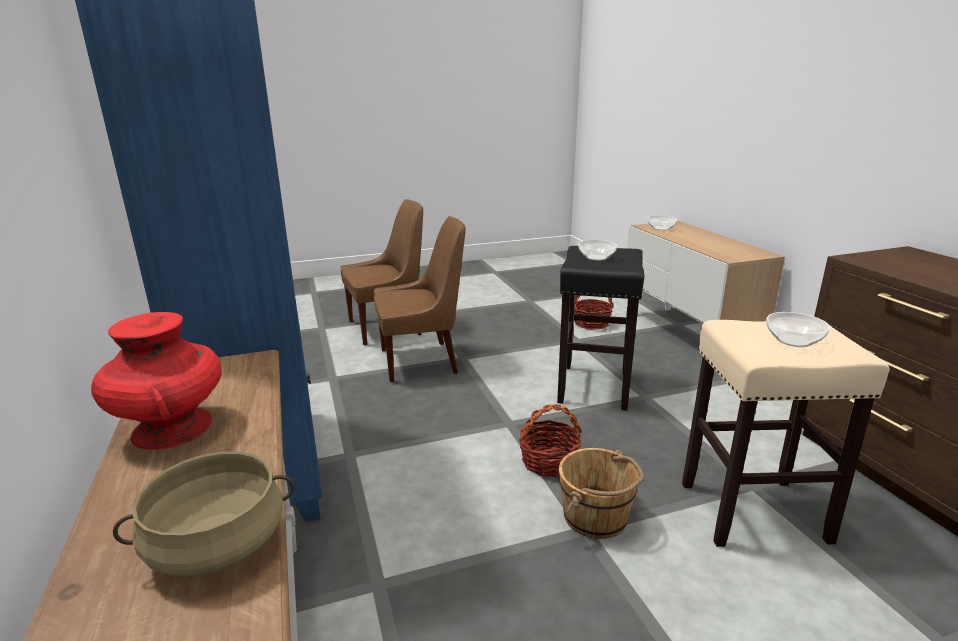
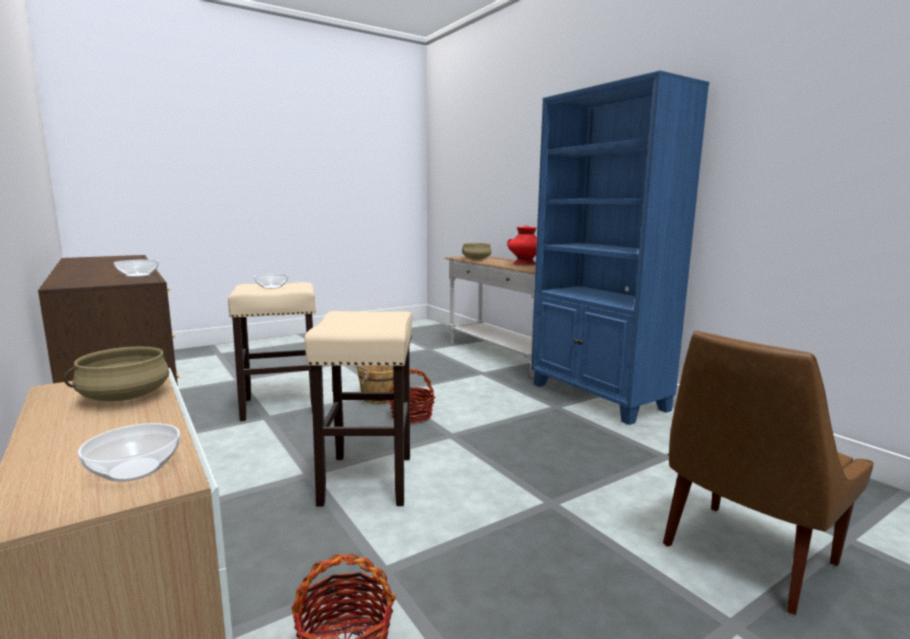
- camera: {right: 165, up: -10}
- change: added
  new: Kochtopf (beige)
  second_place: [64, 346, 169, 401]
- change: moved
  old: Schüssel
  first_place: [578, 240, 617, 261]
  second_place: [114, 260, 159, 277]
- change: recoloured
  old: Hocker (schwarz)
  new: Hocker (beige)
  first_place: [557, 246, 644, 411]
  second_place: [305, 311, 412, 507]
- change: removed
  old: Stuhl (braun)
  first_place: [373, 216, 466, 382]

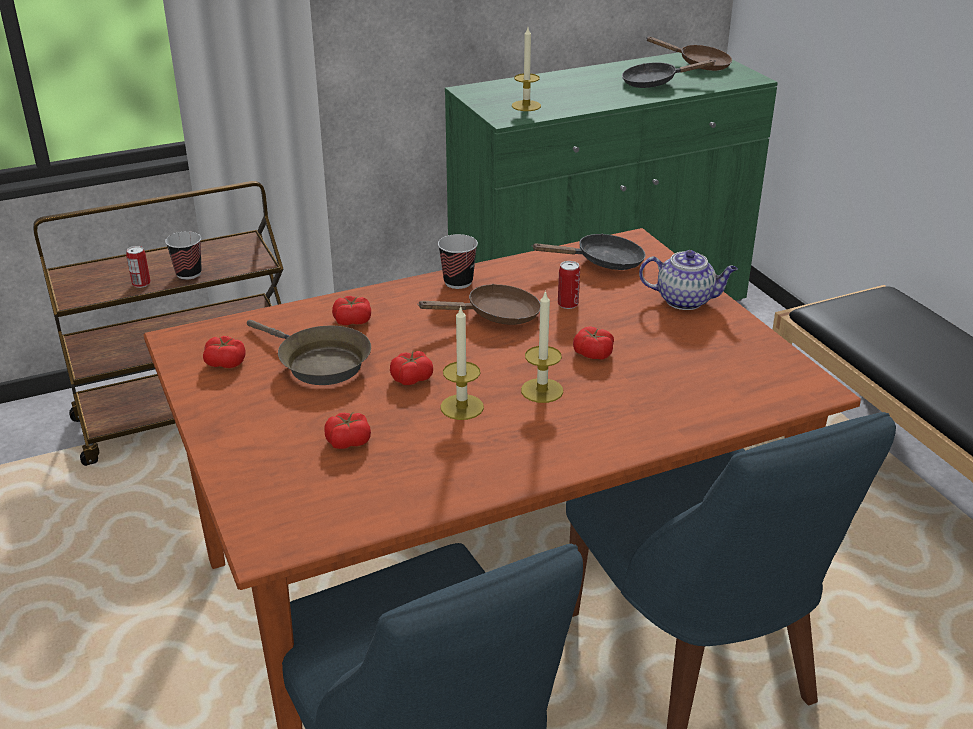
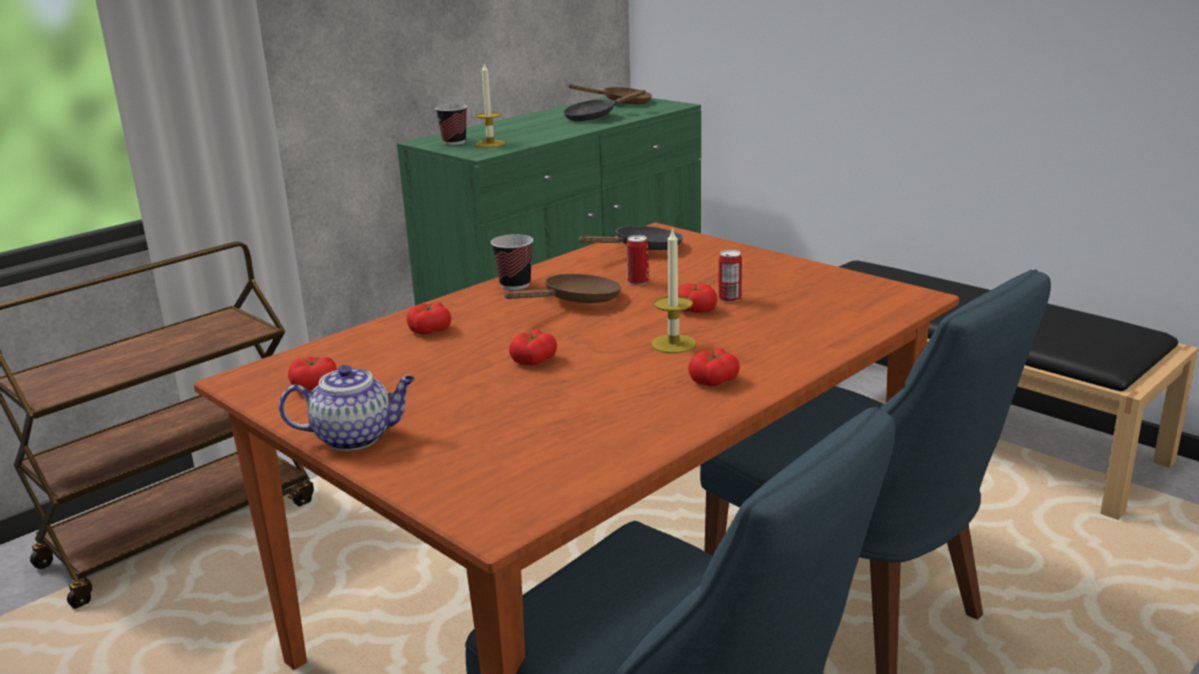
- camera: {right: -20, up: -10}
- change: moved
  old: Teekanne
  first_place: [639, 250, 738, 310]
  second_place: [279, 365, 415, 451]
- change: moved
  old: Tasse
  first_place: [165, 231, 202, 280]
  second_place: [435, 104, 467, 145]
- change: moved
  old: Tomate
  first_place: [324, 413, 371, 449]
  second_place: [688, 348, 740, 386]
- change: moved
  old: Dose
  first_place: [126, 246, 151, 288]
  second_place: [718, 250, 742, 302]
- change: removed
  old: Pfanne (braun)
  first_place: [247, 320, 371, 385]
- change: removed
  old: Kerze
  first_place: [440, 305, 484, 420]

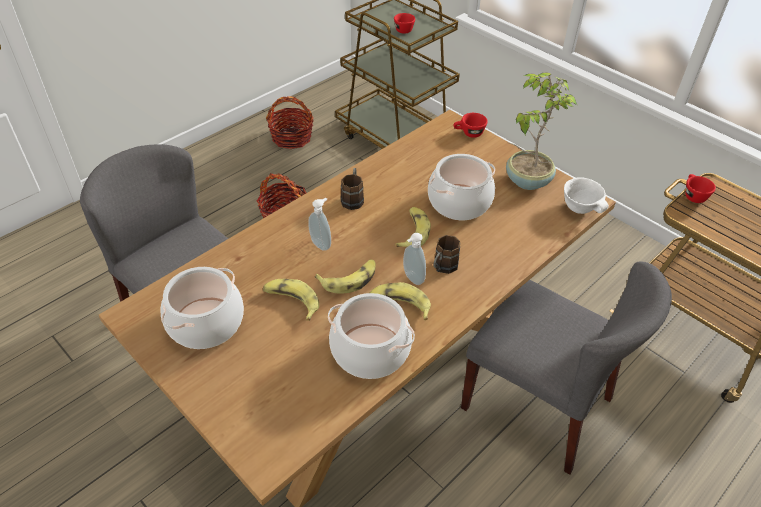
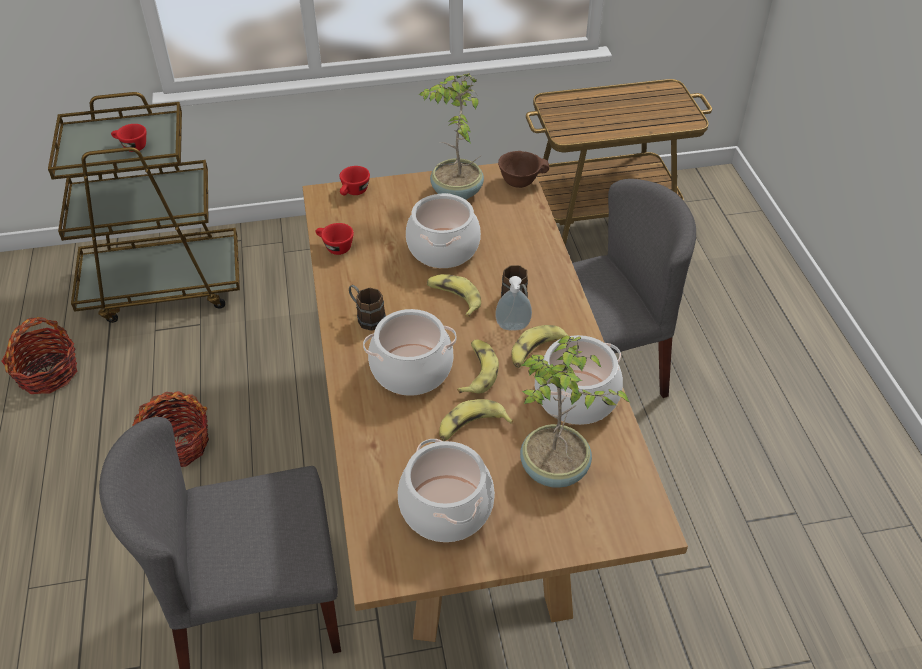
- camera: {right: -55, up: 0}
- change: moved
  old: Tasse (rot)
  first_place: [685, 174, 716, 203]
  second_place: [316, 223, 354, 255]
- change: replaced
  old: Seifenspender
  new: Kochtopf
  first_place: [308, 198, 331, 251]
  second_place: [363, 309, 457, 396]
- change: recoloured
  old: Schüssel (weiß)
  new: Schüssel (braun)
  first_place: [564, 177, 609, 214]
  second_place: [498, 151, 549, 188]
- change: added
  new: Topfpflanze
  second_place: [520, 335, 629, 488]

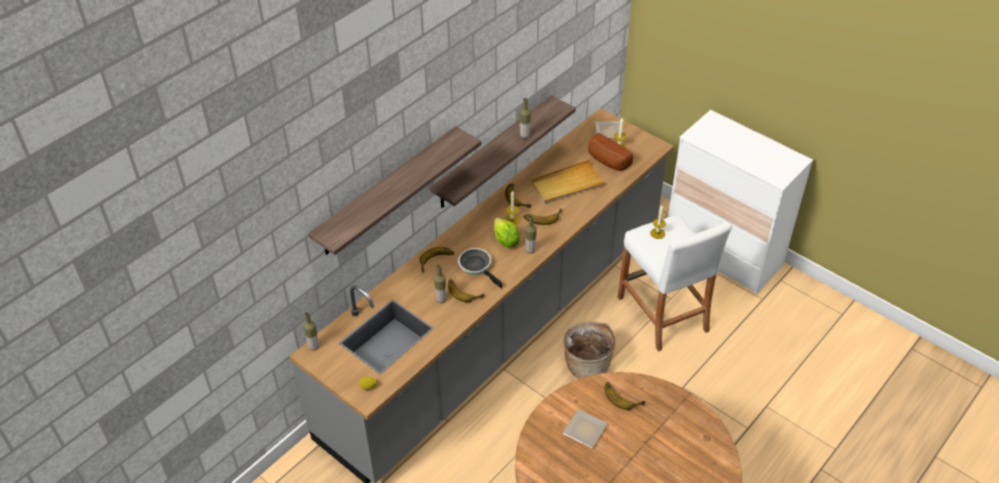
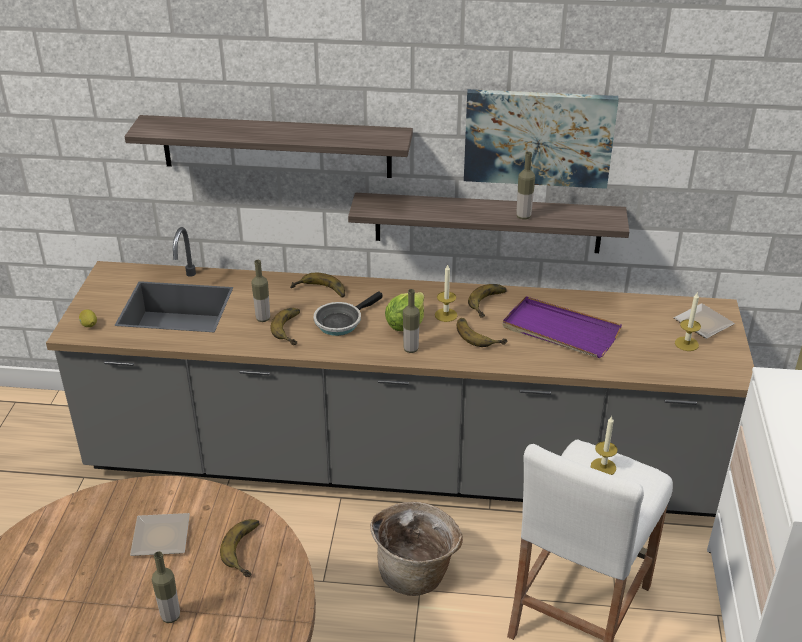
- camera: {right: 55, up: -10}
- change: moved
  old: Flasche
  first_place: [303, 312, 319, 350]
  second_place: [152, 551, 180, 623]
- change: turned
  old: Pfanne
  first_place: [458, 248, 502, 288]
  second_place: [314, 291, 382, 336]
  degrees: -150
- change: added
  new: Bild
  second_place: [464, 89, 619, 189]
- change: recoloured
  old: Tablett (beige)
  new: Tablett (lila)
  first_place: [531, 160, 607, 204]
  second_place: [503, 296, 622, 358]
- change: removed
  old: Brot
  first_place: [588, 133, 633, 171]

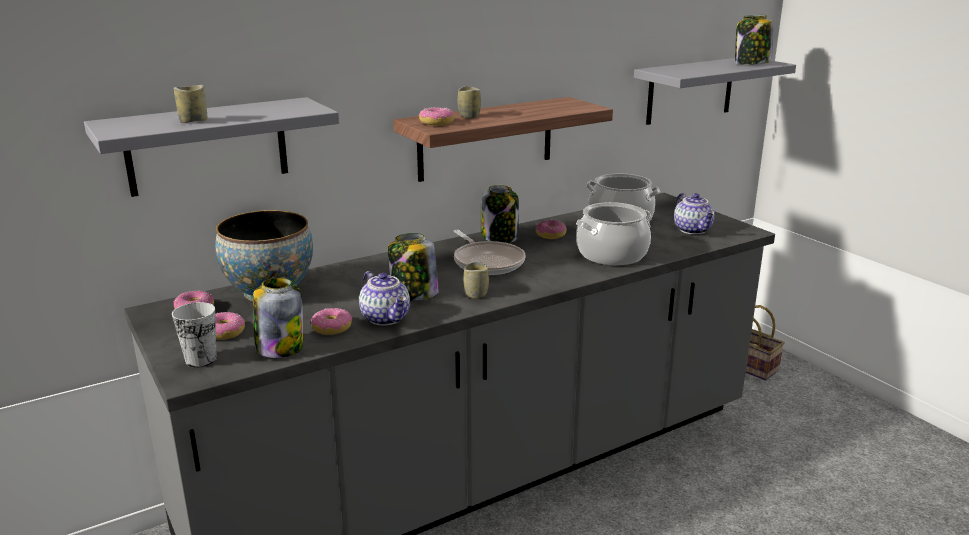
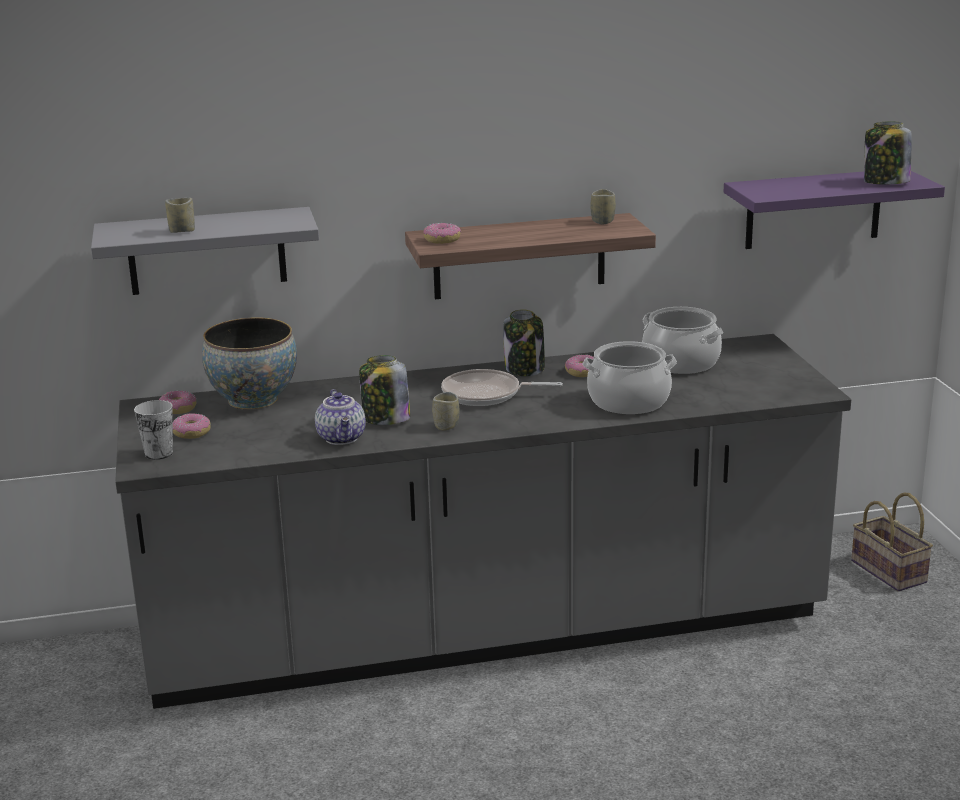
- camera: {right: 20, up: 0}
- change: turned
  old: Pfanne
  first_place: [454, 230, 525, 275]
  second_place: [441, 369, 563, 406]
  degrees: 105
- change: moved
  old: Tasse
  first_place: [458, 86, 481, 118]
  second_place: [590, 189, 616, 224]
- change: recoloured
  old: Wandregal (grau)
  new: Wandregal (lila)
  first_place: [634, 58, 796, 125]
  second_place: [724, 171, 945, 249]
- change: removed
  old: Vorratsglas
  first_place: [253, 277, 303, 358]
- change: removed
  old: Donut
  first_place: [311, 308, 352, 335]
- change: removed
  old: Teekanne
  first_place: [674, 193, 715, 235]

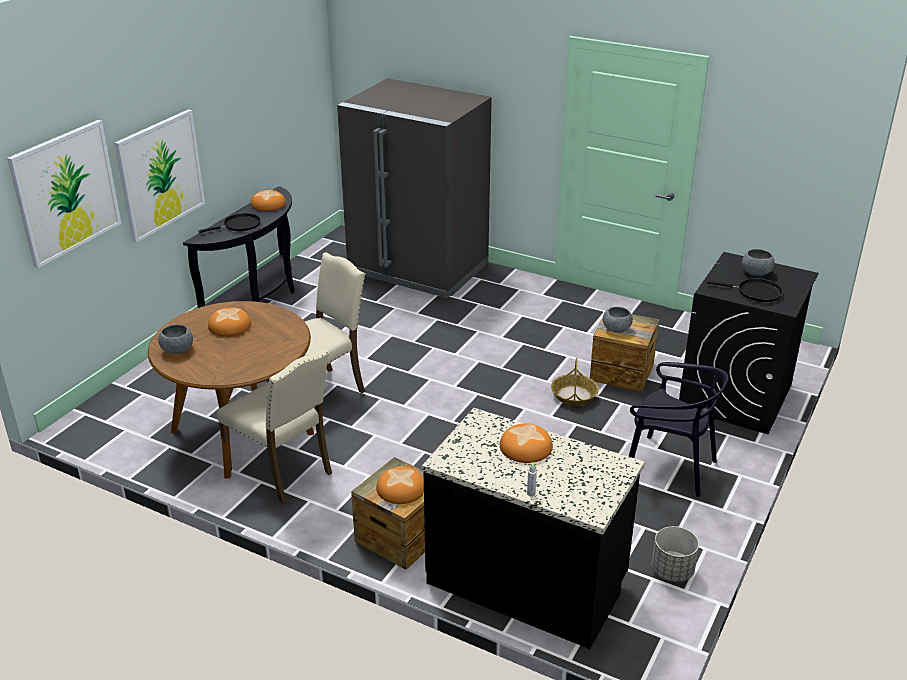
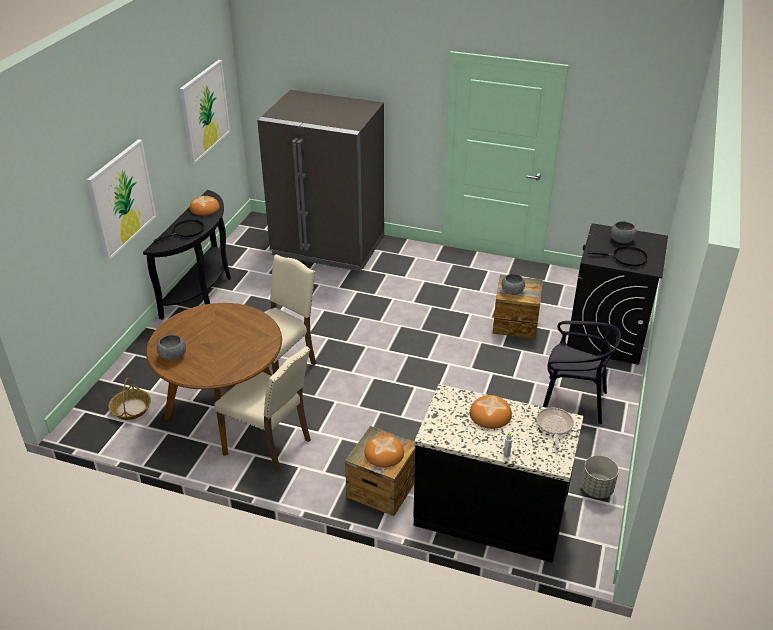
- camera: {right: -10, up: 5}
- change: moved
  old: Korb
  first_place: [551, 358, 599, 406]
  second_place: [109, 378, 151, 420]
- change: moved
  old: Bild
  first_place: [7, 120, 121, 268]
  second_place: [180, 60, 230, 164]
- change: added
  new: Pfanne
  second_place: [536, 408, 574, 448]
- change: removed
  old: Brot
  first_place: [208, 307, 251, 337]

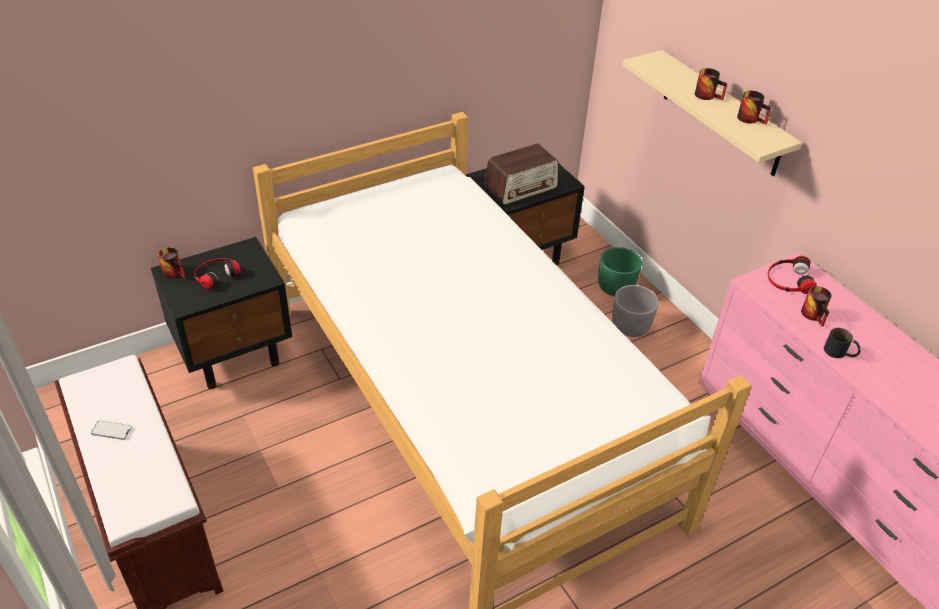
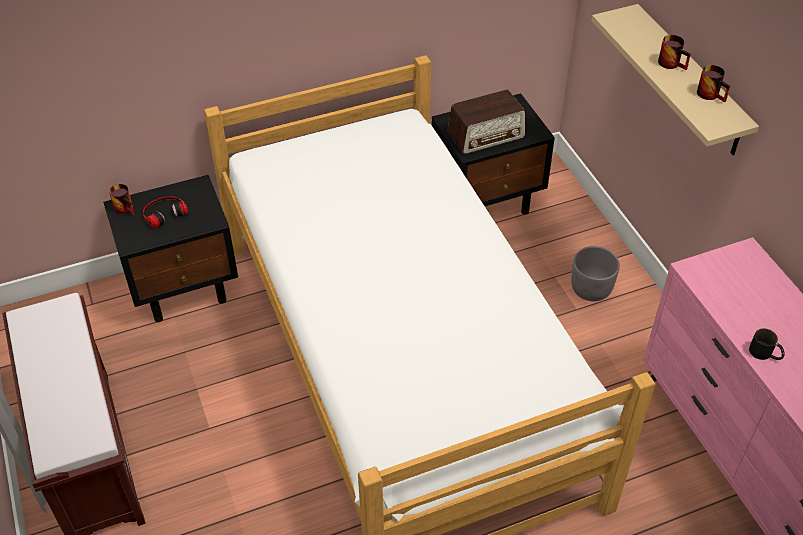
- camera: {right: 10, up: 5}
- change: removed
  old: Handy
  first_place: [91, 420, 132, 440]
- change: removed
  old: Pflanzkübel (grün)
  first_place: [598, 247, 642, 296]
- change: removed
  old: Kopfhörer
  first_place: [768, 256, 817, 294]
- change: removed
  old: Henkelbecher
  first_place: [801, 286, 832, 327]

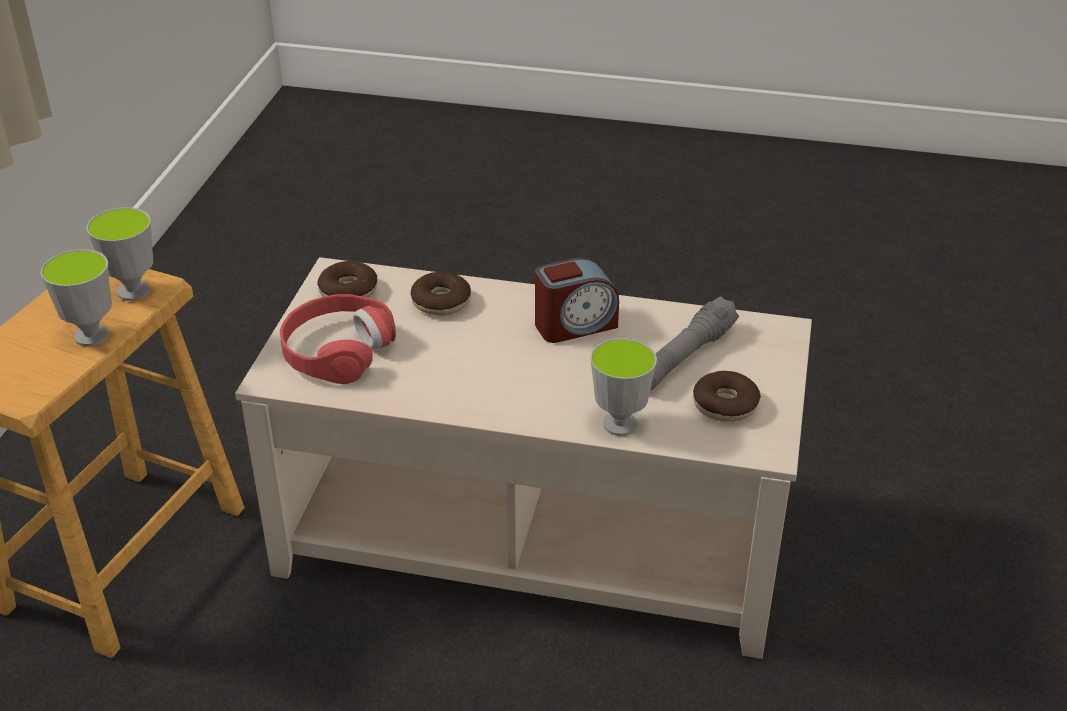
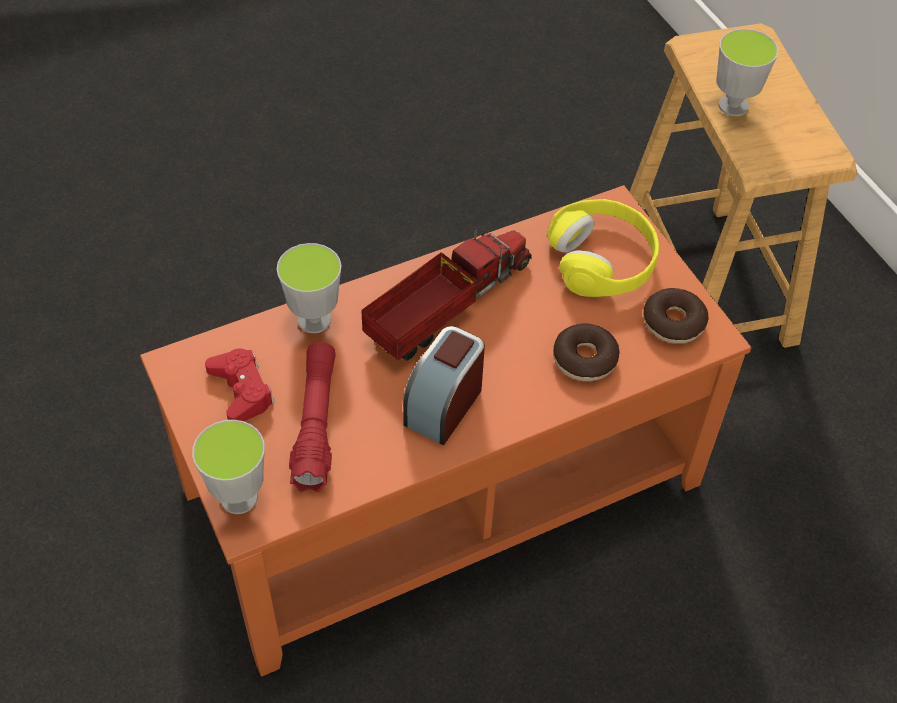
- camera: {right: 140, up: 15}
- change: recoloured
  old: Couchtisch (beige)
  new: Couchtisch (orange)
  first_place: [235, 257, 812, 659]
  second_place: [140, 185, 752, 677]
- change: moved
  old: Tasse
  first_place: [87, 207, 153, 301]
  second_place: [192, 420, 265, 514]
- change: replaced
  old: Donut
  new: Gamepad (rot)
  first_place: [693, 371, 761, 422]
  second_place: [205, 348, 275, 421]
- change: recoloured
  old: Taschenlampe (grau)
  new: Taschenlampe (rot)
  first_place: [650, 297, 739, 390]
  second_place: [289, 342, 336, 492]
- change: added
  new: Spielzeuglaster
  second_place: [361, 228, 532, 361]
- change: recoloured
  old: Kopfhörer (rot)
  new: Kopfhörer (gelb)
  first_place: [280, 294, 396, 384]
  second_place: [547, 199, 659, 297]

